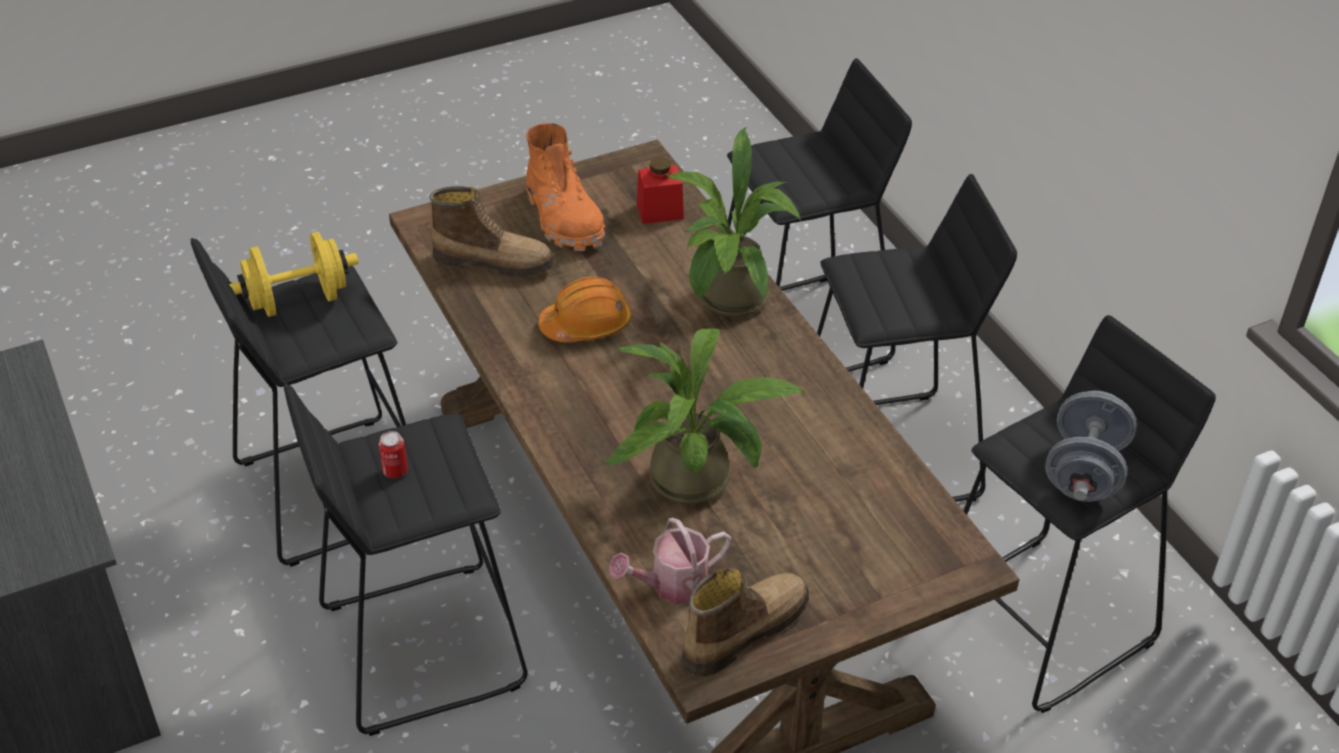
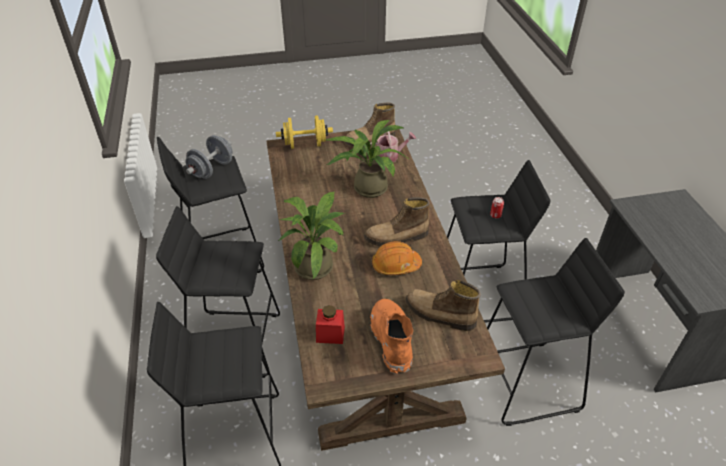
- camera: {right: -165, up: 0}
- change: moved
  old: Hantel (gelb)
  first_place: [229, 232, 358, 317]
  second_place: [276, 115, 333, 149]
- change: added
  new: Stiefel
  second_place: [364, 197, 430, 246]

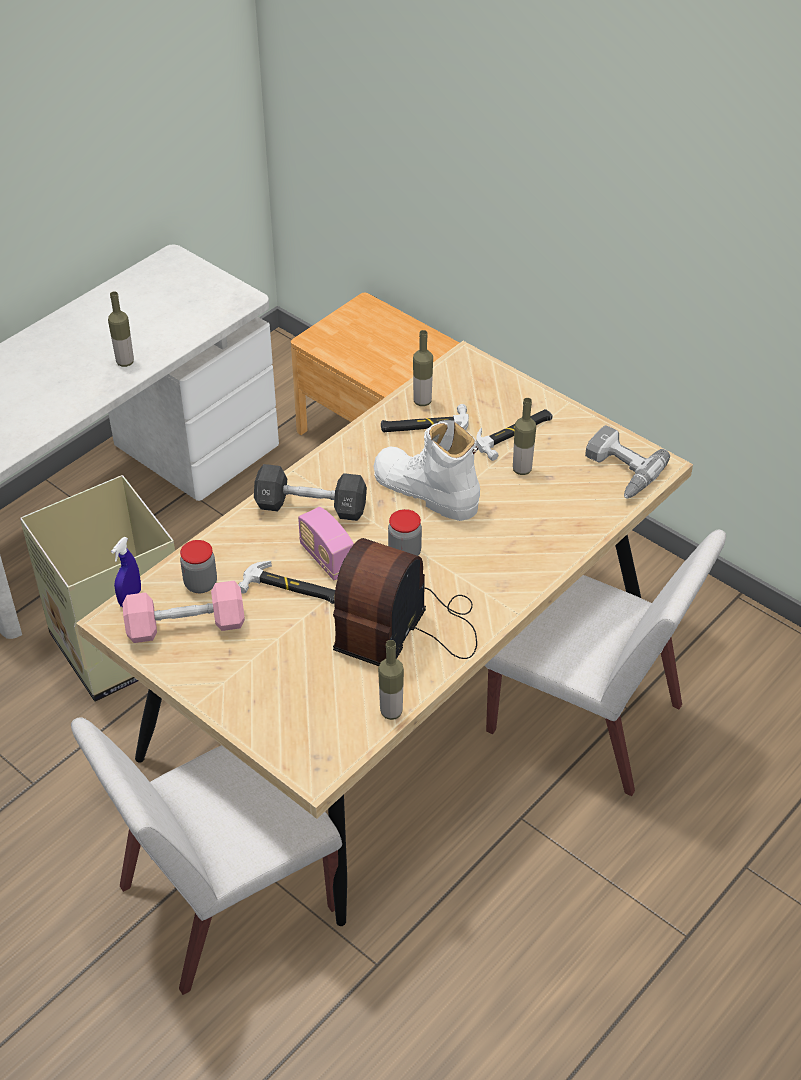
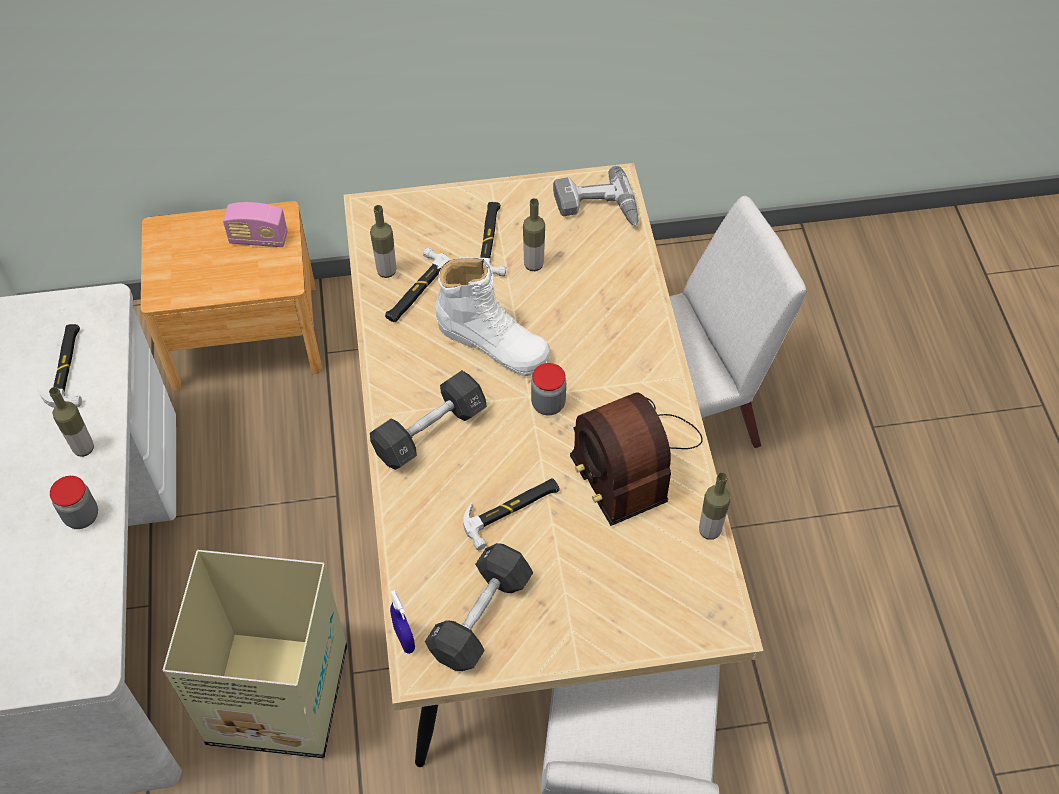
- camera: {right: -50, up: 10}
- change: added
  new: Hammer
  second_place: [37, 324, 82, 408]
- change: moved
  old: Vorratsglas
  first_place: [180, 540, 217, 593]
  second_place: [50, 476, 98, 529]
- change: moved
  old: Radio
  first_place: [298, 507, 354, 580]
  second_place: [223, 202, 288, 247]
- change: recoloured
  old: Hantel (rosa)
  new: Hantel (schwarz)
  first_place: [122, 581, 245, 643]
  second_place: [425, 543, 533, 671]
- change: turned
  old: Stiefel (weiß)
  first_place: [373, 420, 480, 521]
  second_place: [435, 257, 550, 376]
  degrees: -135

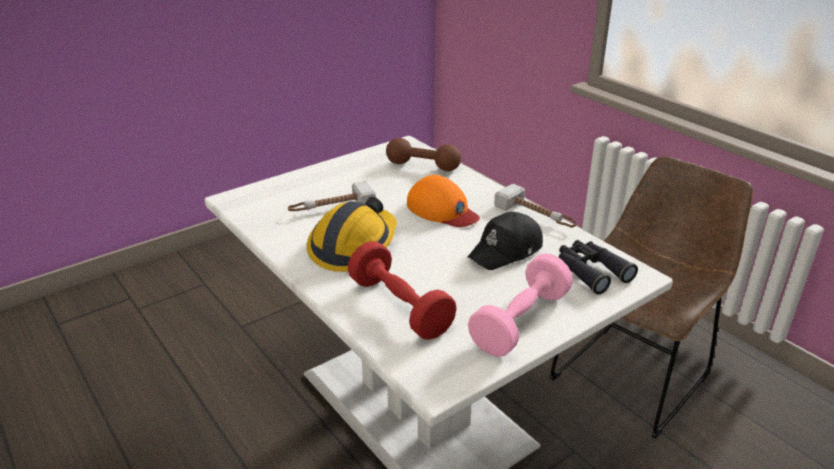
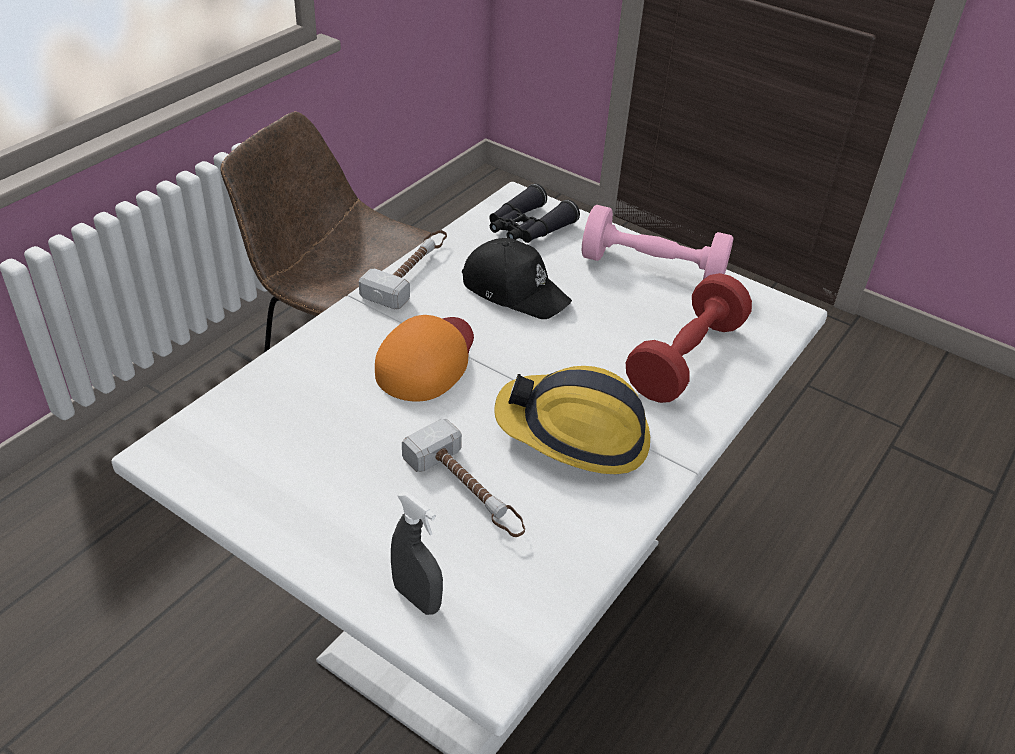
- camera: {right: -110, up: 10}
- change: added
  new: Sprühflasche (grau)
  second_place: [391, 492, 443, 615]
- change: removed
  old: Hantel (braun)
  first_place: [386, 138, 461, 171]

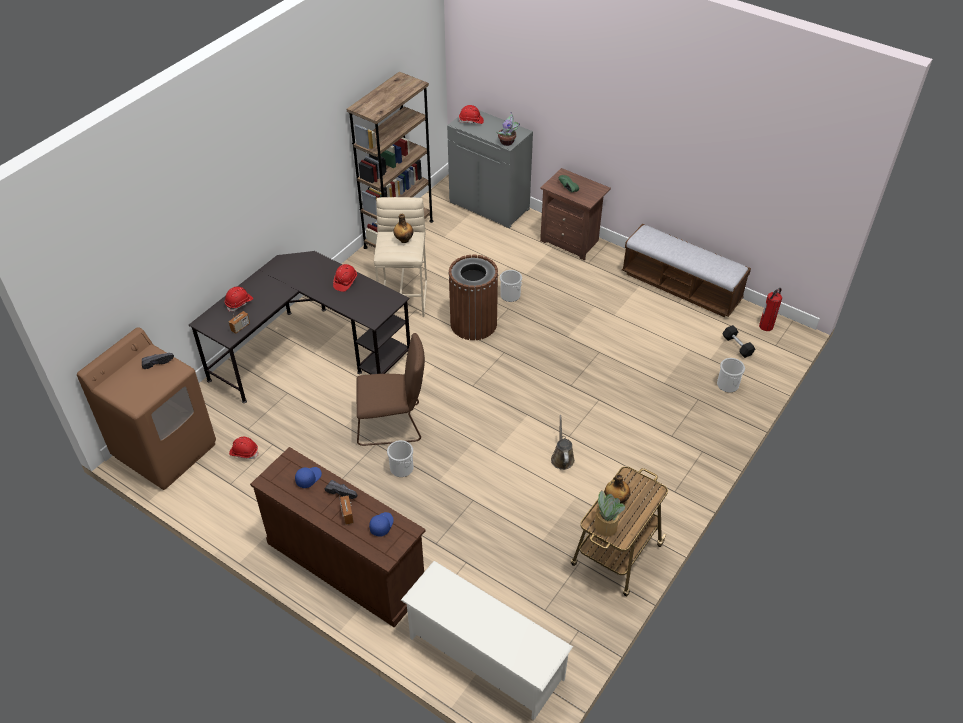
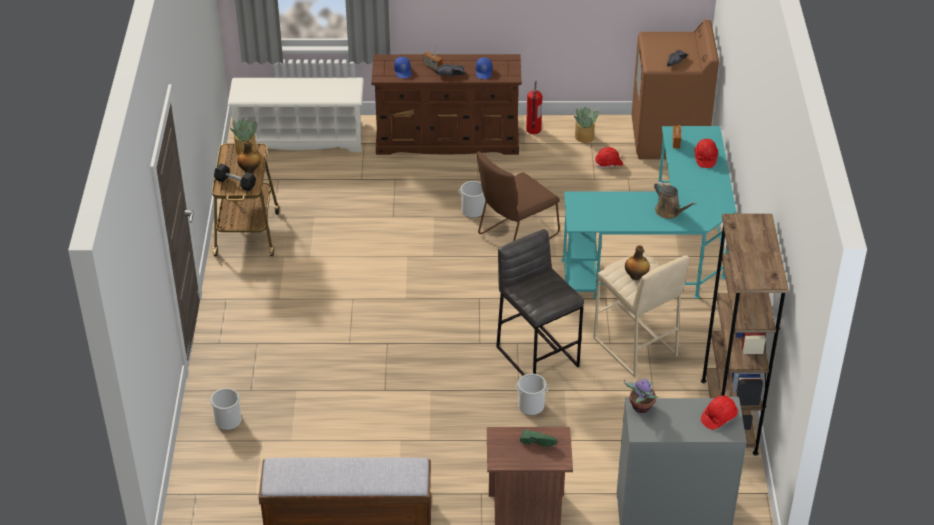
- camera: {right: 145, up: -5}
- change: moved
  old: Hantel (schwarz)
  first_place: [723, 325, 755, 358]
  second_place: [214, 163, 256, 191]
- change: replaced
  old: Mülleimer (braun)
  new: Hocker (grau)
  first_place: [448, 255, 498, 340]
  second_place: [496, 229, 584, 376]
- change: moved
  old: Feuerlöscher
  first_place: [759, 288, 782, 331]
  second_place: [526, 81, 542, 134]
- change: recoloured
  old: Schreibtisch (schwarz)
  new: Schreibtisch (türkis)
  first_place: [189, 251, 410, 403]
  second_place: [561, 126, 736, 299]
- change: added
  new: Topfpflanze
  second_place: [574, 107, 599, 143]
- change: moved
  old: Gießkanne (braun)
  first_place: [551, 415, 575, 470]
  second_place: [654, 182, 697, 219]
- change: removed
  old: Schutzhelm (rot)
  first_place: [333, 264, 357, 292]

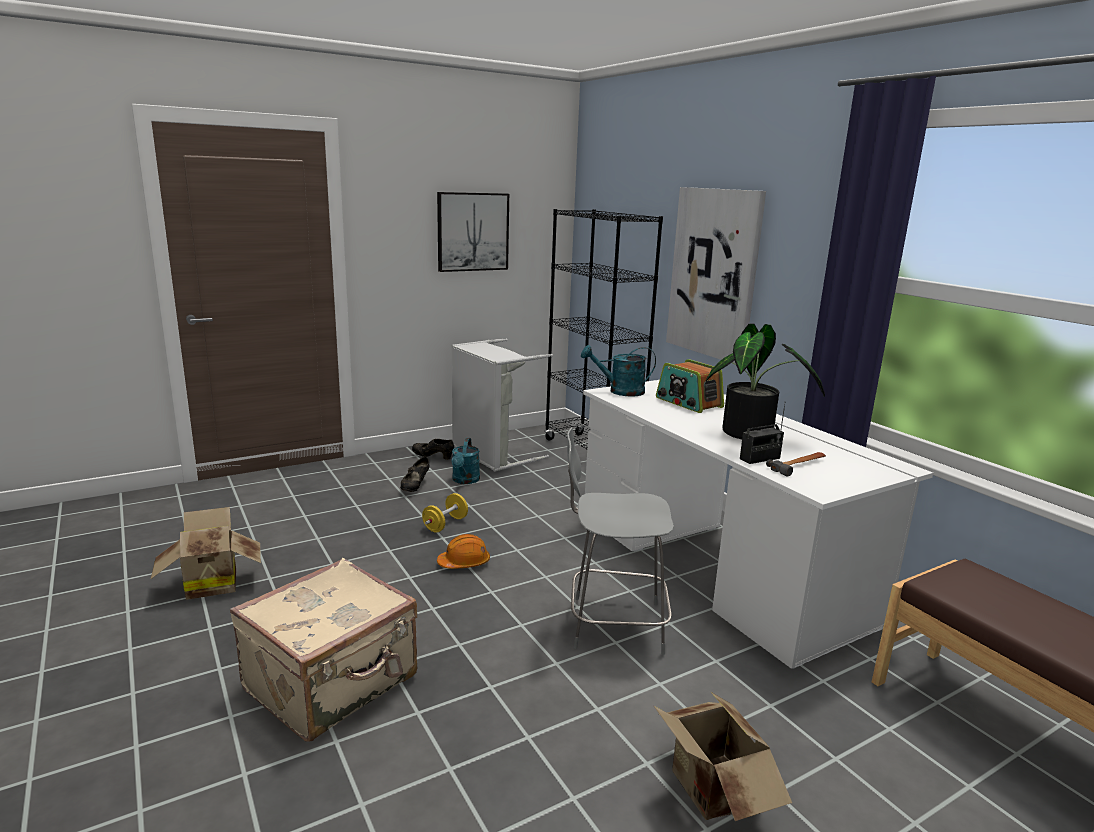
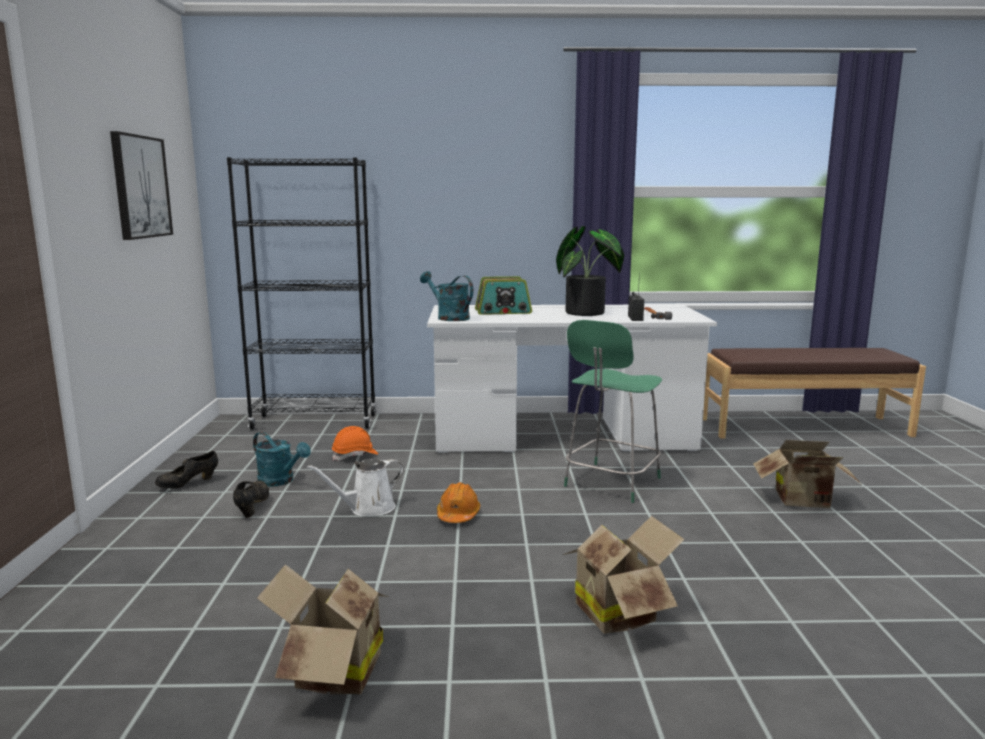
- camera: {right: -60, up: -5}
- change: turned
  old: Schuh (schwarz)
  first_place: [400, 457, 429, 492]
  second_place: [233, 481, 269, 518]
  degrees: -135
- change: replaced
  old: Hantel (gelb)
  new: Gießkanne (weiß)
  first_place: [422, 493, 468, 533]
  second_place: [307, 458, 404, 516]
- change: added
  new: Schutzhelm (orange)
  second_place: [332, 426, 378, 461]
- change: turned
  old: Gießkanne (türkis)
  first_place: [581, 345, 656, 397]
  second_place: [420, 271, 474, 321]
  degrees: 105
- change: replaced
  old: Koffer (beige)
  new: Karton
  first_place: [230, 558, 417, 742]
  second_place: [563, 516, 685, 634]
- change: recoloured
  old: Stuhl (grau)
  new: Stuhl (grün)
  first_place: [567, 427, 674, 655]
  second_place: [564, 320, 662, 503]
- change: removed
  old: Wäschekorb (grau)
  first_place: [452, 339, 553, 472]
- change: removed
  old: Bild
  first_place: [666, 187, 766, 364]

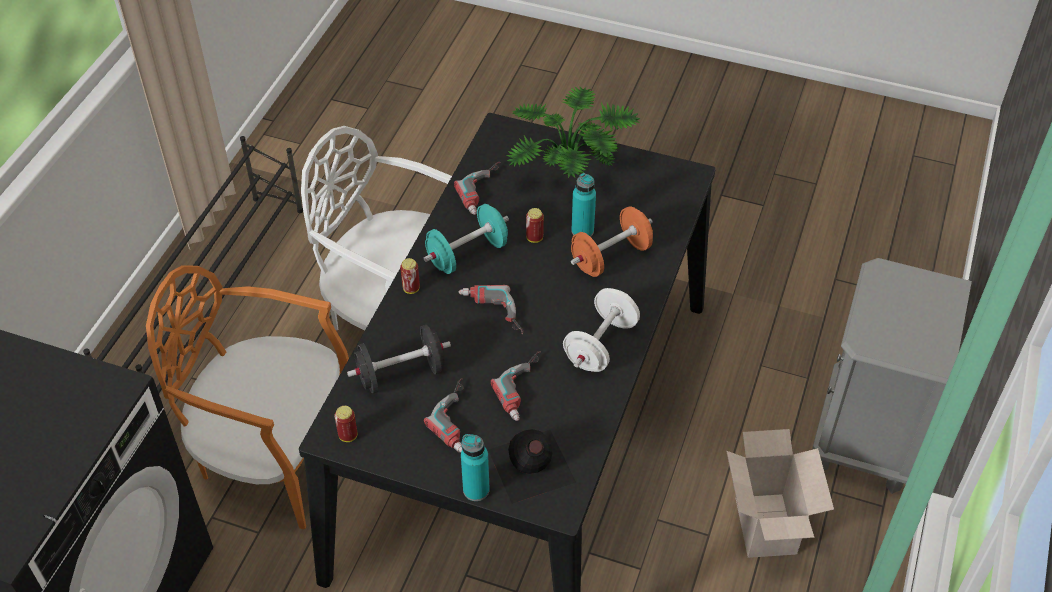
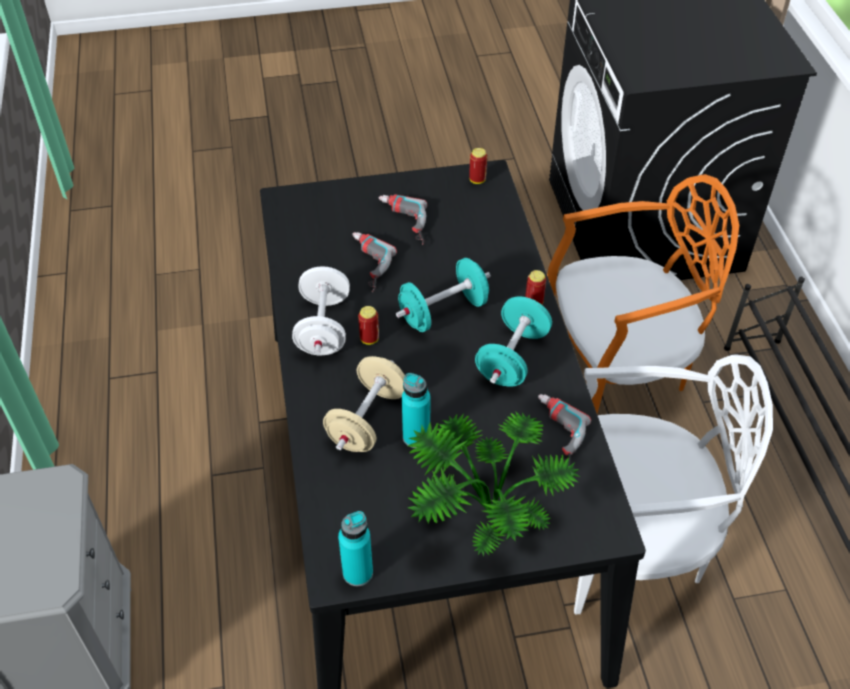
- camera: {right: 150, up: 0}
- change: recoloured
  old: Hantel (orange)
  new: Hantel (beige)
  first_place: [571, 206, 653, 277]
  second_place: [323, 356, 405, 452]
- change: moved
  old: Flasche (türkis)
  first_place: [461, 434, 490, 501]
  second_place: [338, 511, 373, 586]
- change: moved
  old: Dose
  first_place: [526, 208, 544, 243]
  second_place: [358, 306, 379, 345]
- change: replaced
  old: Bohrmaschine
  new: Hantel (türkis)
  first_place: [458, 285, 523, 334]
  second_place: [396, 258, 491, 332]
- change: removed
  old: Hantel (schwarz)
  first_place: [347, 325, 451, 394]
- change: removed
  old: Flasche (schwarz)
  first_place: [488, 429, 576, 504]
- change: removed
  old: Karton
  first_place: [726, 429, 834, 558]

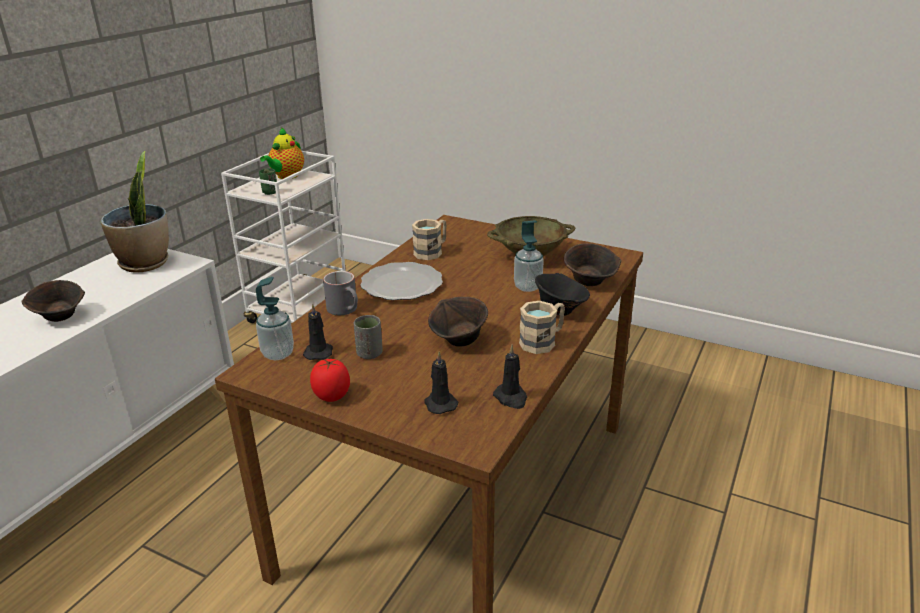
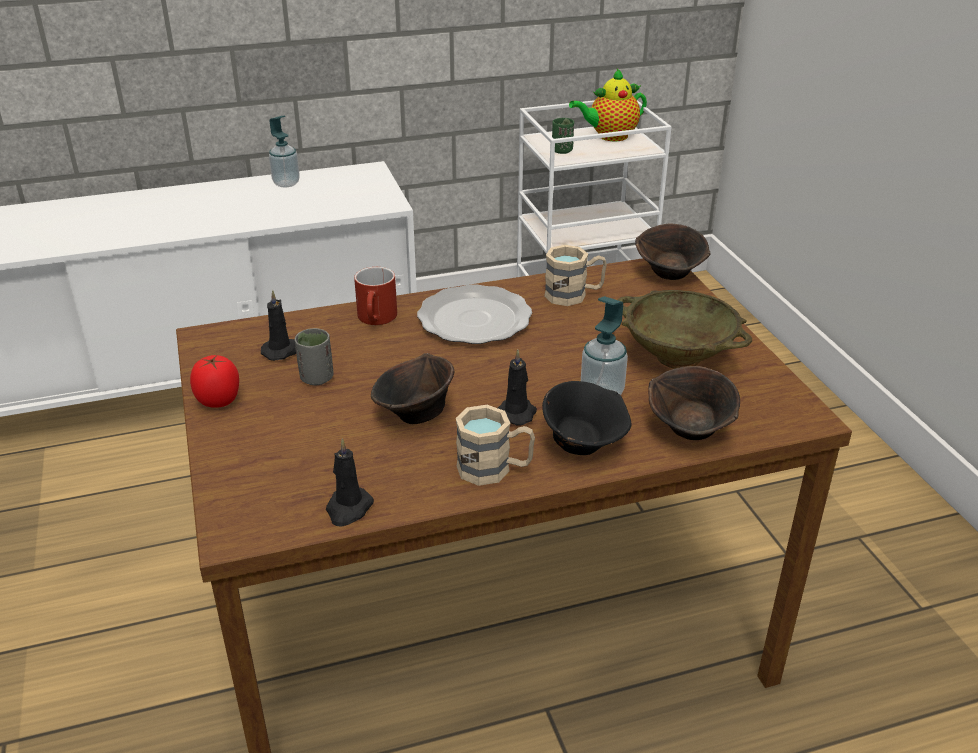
- camera: {right: 45, up: 5}
- change: moved
  old: Seifenspender
  first_place: [256, 277, 294, 360]
  second_place: [269, 116, 300, 188]
- change: recoloured
  old: Henkelbecher (grau)
  new: Henkelbecher (rot)
  first_place: [323, 271, 358, 315]
  second_place: [354, 267, 397, 325]
- change: moved
  old: Kerze (schwarz)
  first_place: [424, 352, 458, 414]
  second_place: [498, 349, 537, 426]
- change: moved
  old: Schüssel (braun)
  first_place: [22, 280, 85, 322]
  second_place: [635, 223, 711, 280]
- change: removed
  old: Topfpflanze
  first_place: [100, 151, 169, 273]

